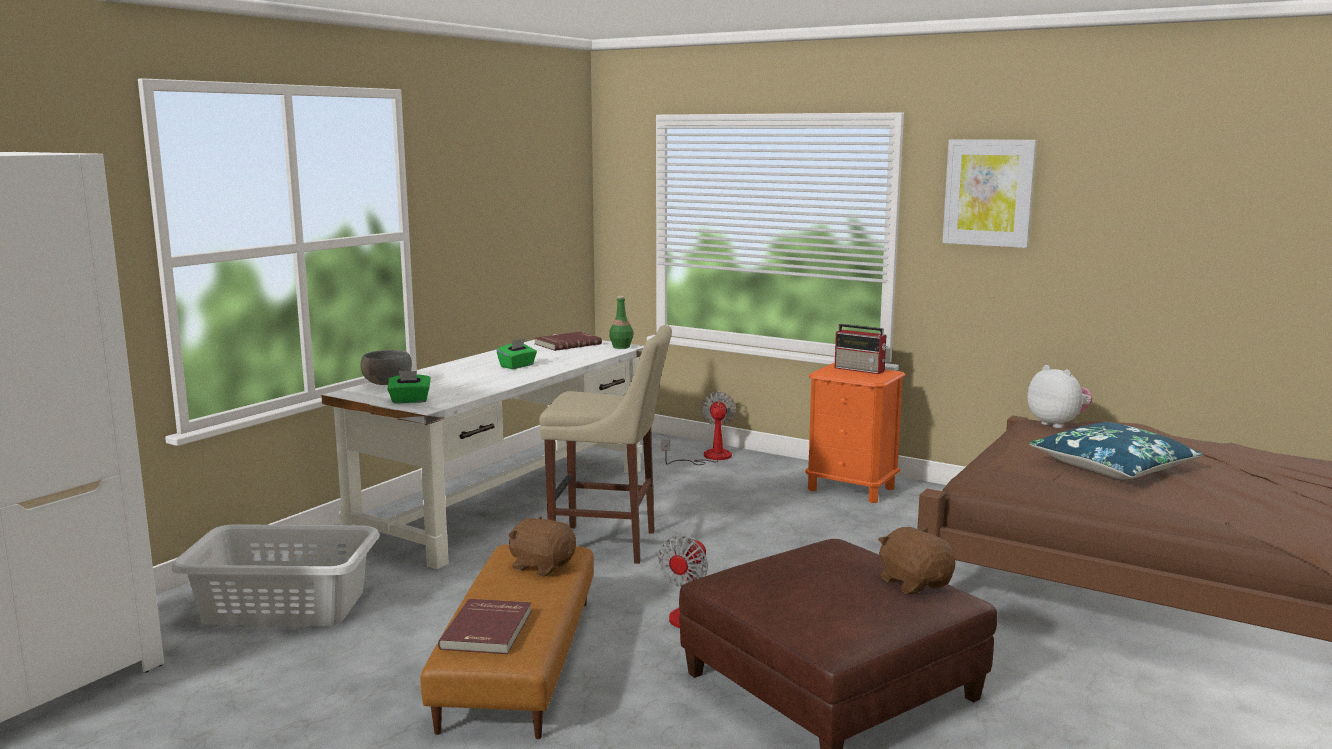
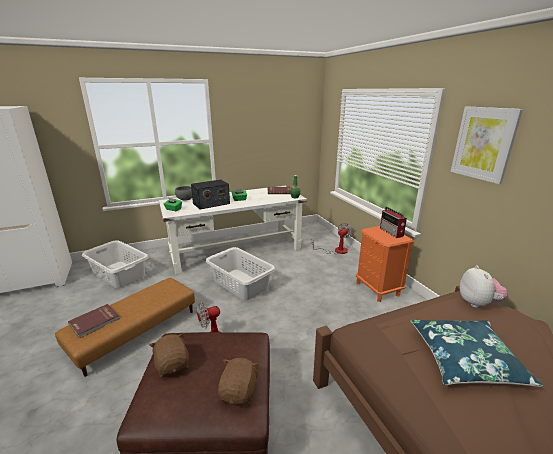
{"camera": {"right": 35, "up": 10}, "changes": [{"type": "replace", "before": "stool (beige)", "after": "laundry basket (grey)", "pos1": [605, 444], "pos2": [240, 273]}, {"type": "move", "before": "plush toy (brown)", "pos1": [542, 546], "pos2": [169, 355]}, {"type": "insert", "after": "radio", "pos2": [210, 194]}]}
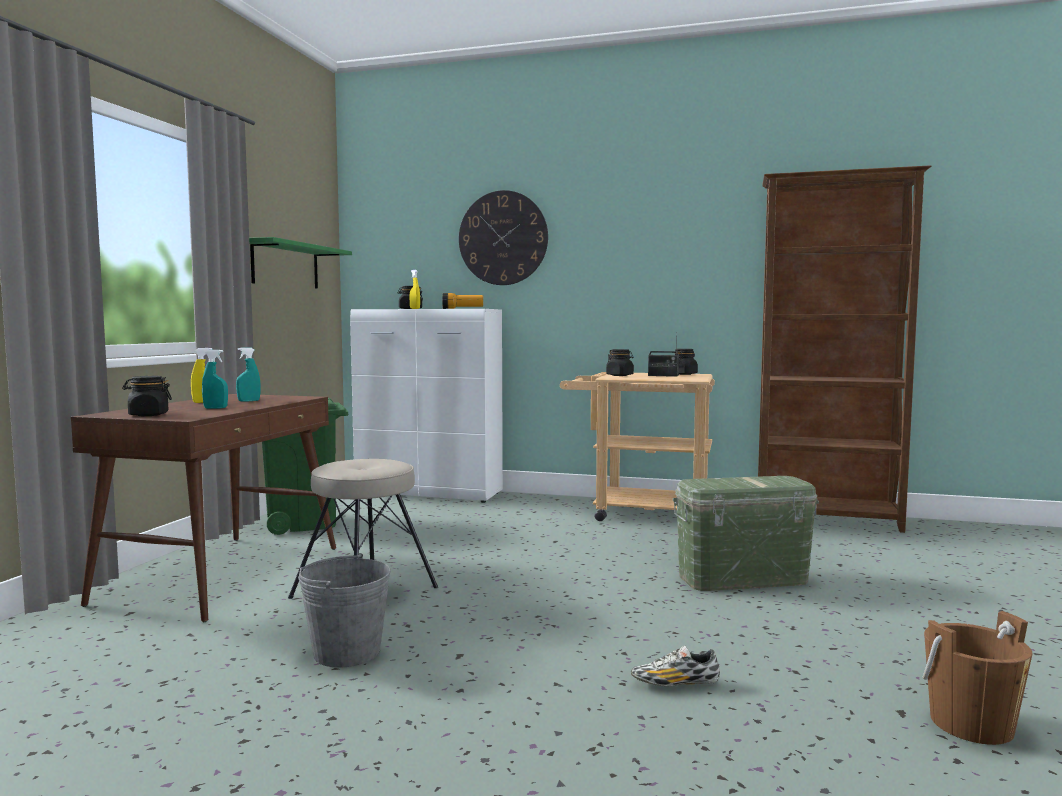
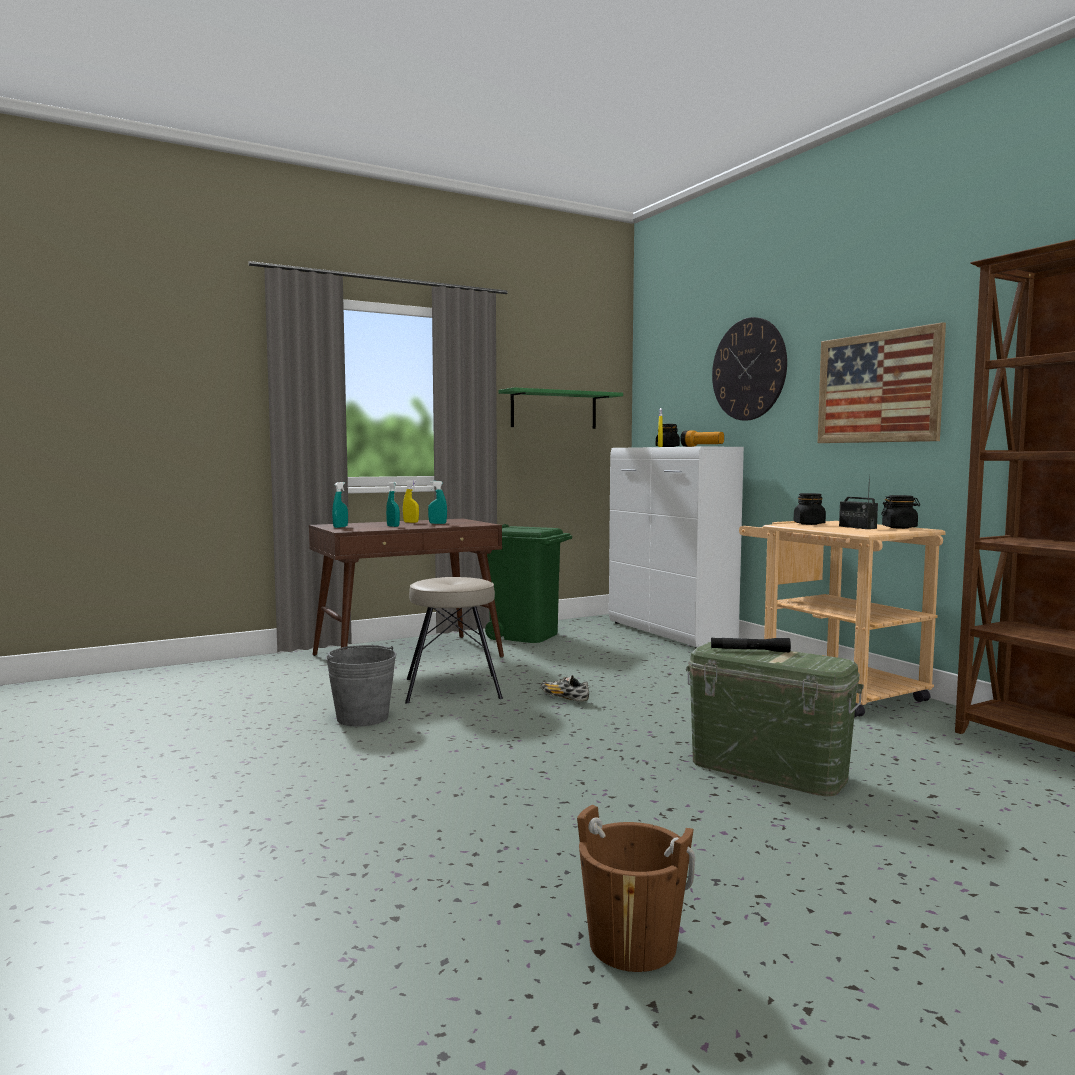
{"camera": {"right": 45, "up": 0}, "changes": [{"type": "replace", "before": "jar (black)", "after": "spray bottle (turquoise)", "pos1": [147, 396], "pos2": [340, 505]}, {"type": "move", "before": "shoe", "pos1": [675, 666], "pos2": [565, 688]}, {"type": "insert", "after": "picture", "pos2": [882, 382]}, {"type": "insert", "after": "flashlight (black)", "pos2": [751, 645]}]}
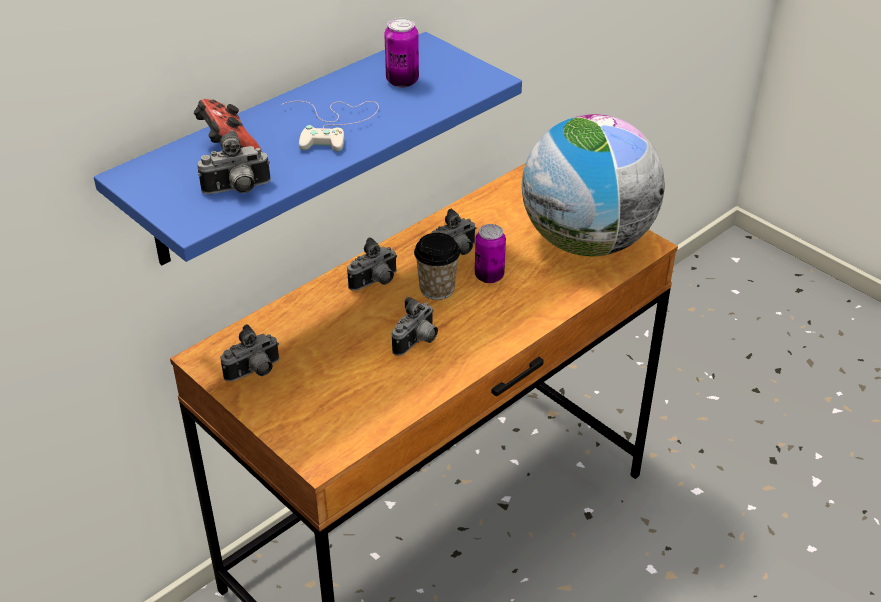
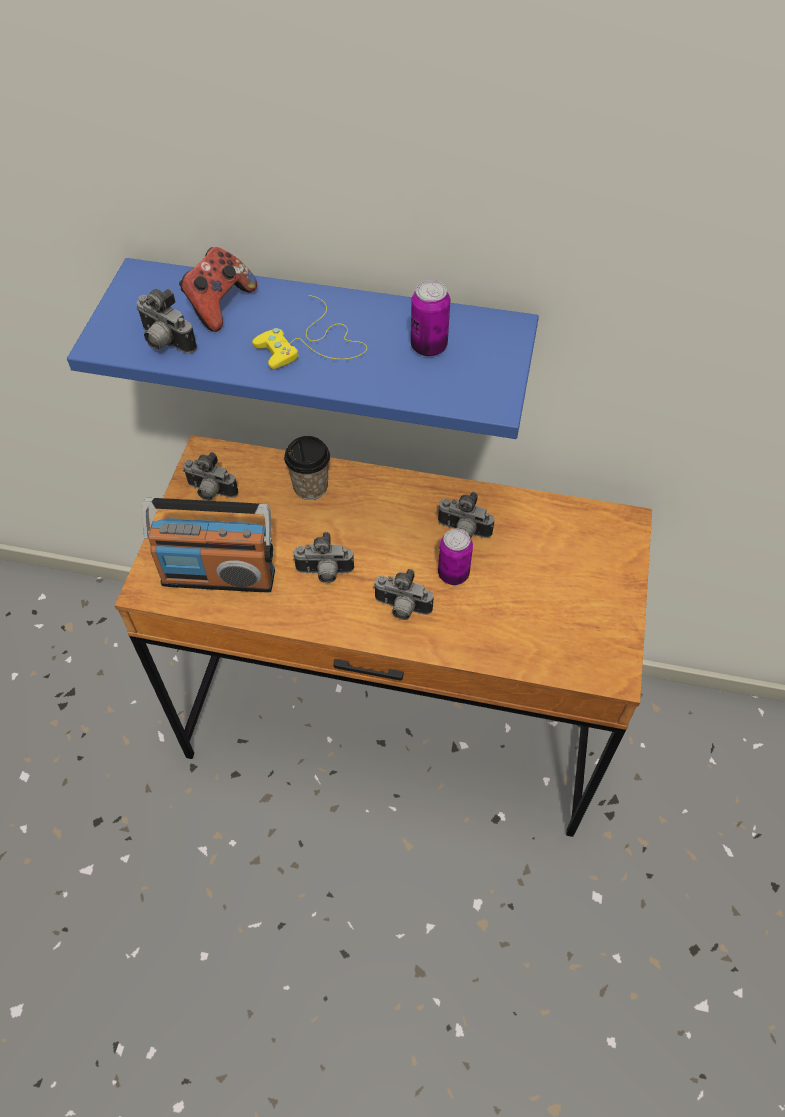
{"camera": {"right": 55, "up": 15}, "changes": [{"type": "recolor", "before": "game controller (white)", "after": "game controller (yellow)", "pos1": [330, 126], "pos2": [309, 332]}, {"type": "delete", "before": "globe", "pos1": [593, 185]}, {"type": "move", "before": "cup", "pos1": [437, 266], "pos2": [307, 468]}, {"type": "move", "before": "photo camera", "pos1": [372, 264], "pos2": [403, 594]}, {"type": "insert", "after": "radio", "pos2": [208, 545]}]}
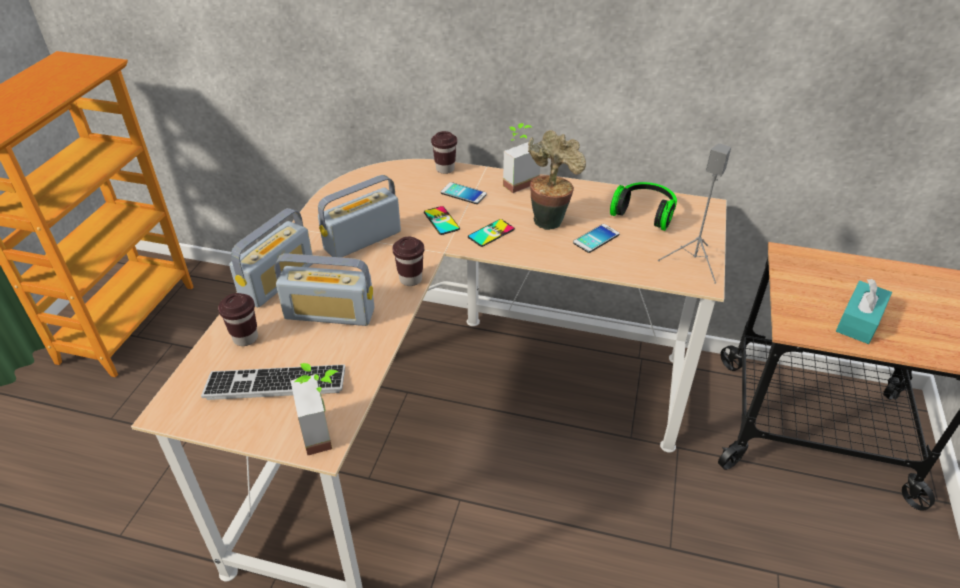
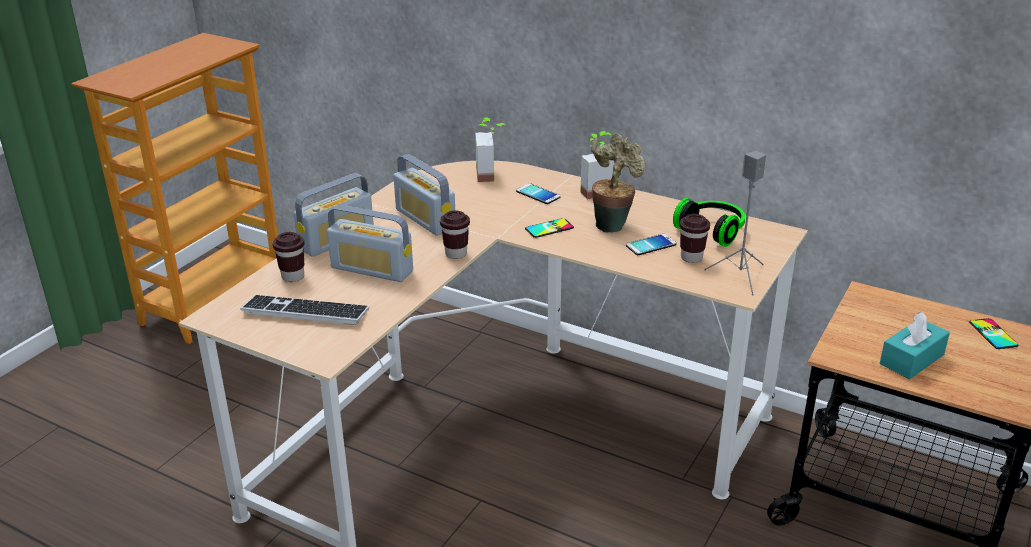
{"camera": {"right": 15, "up": -10}, "changes": [{"type": "move", "before": "cup (brown)", "pos1": [444, 152], "pos2": [694, 238]}, {"type": "rotate", "before": "radio", "pos1": [359, 216], "pos2": [424, 195], "turn": -105}, {"type": "move", "before": "phone", "pos1": [442, 220], "pos2": [994, 333]}, {"type": "move", "before": "potted plant", "pos1": [314, 409], "pos2": [490, 149]}]}
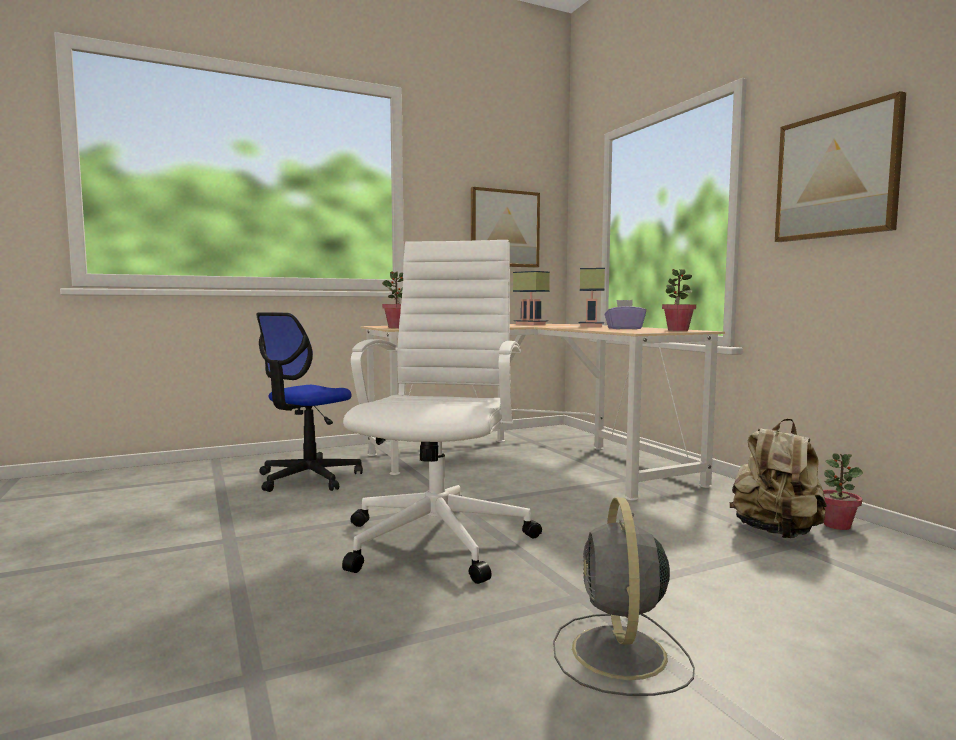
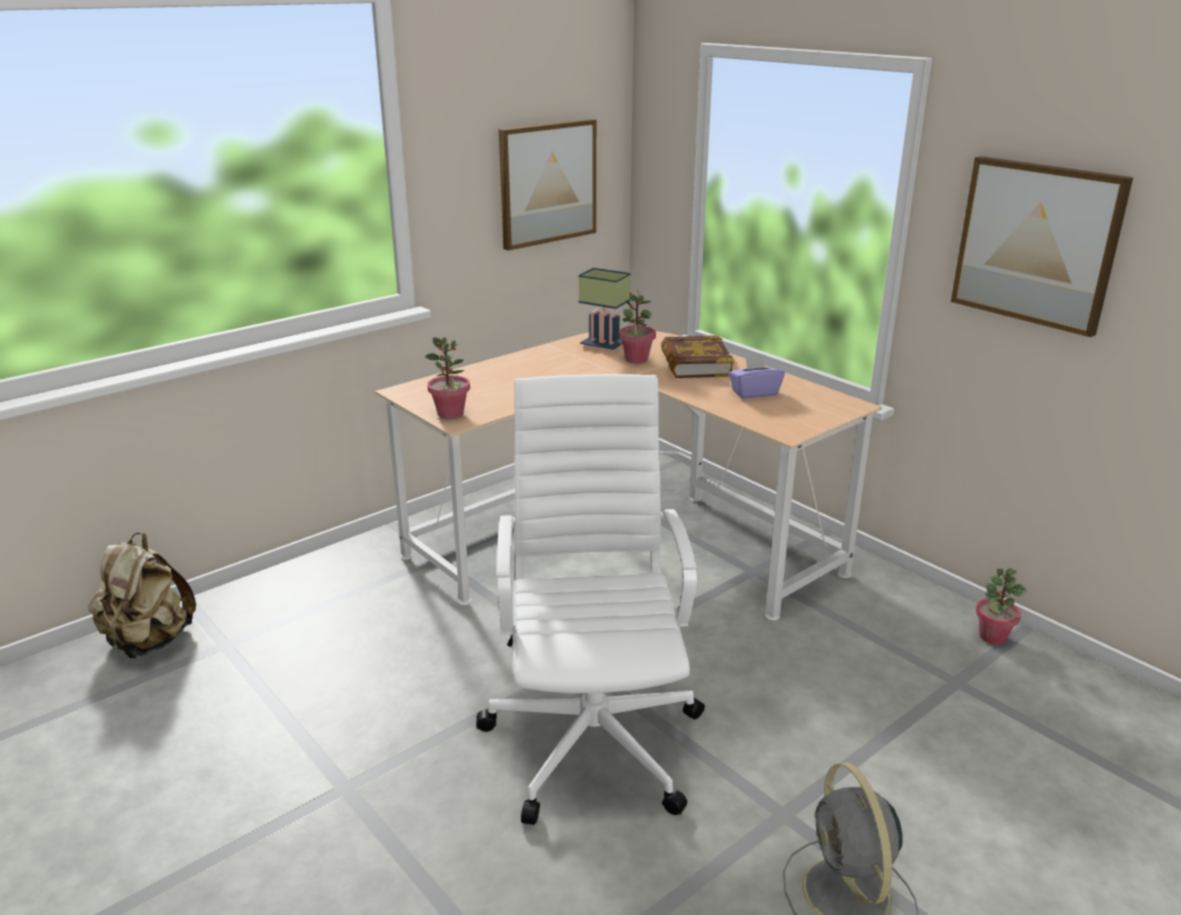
{"camera": {"right": -15, "up": 20}, "changes": [{"type": "replace", "before": "table lamp", "after": "book", "pos1": [592, 297], "pos2": [697, 356]}, {"type": "move", "before": "potted plant", "pos1": [679, 299], "pos2": [637, 326]}, {"type": "delete", "before": "office chair", "pos1": [309, 402]}, {"type": "move", "before": "backpack (beige)", "pos1": [778, 478], "pos2": [142, 595]}]}
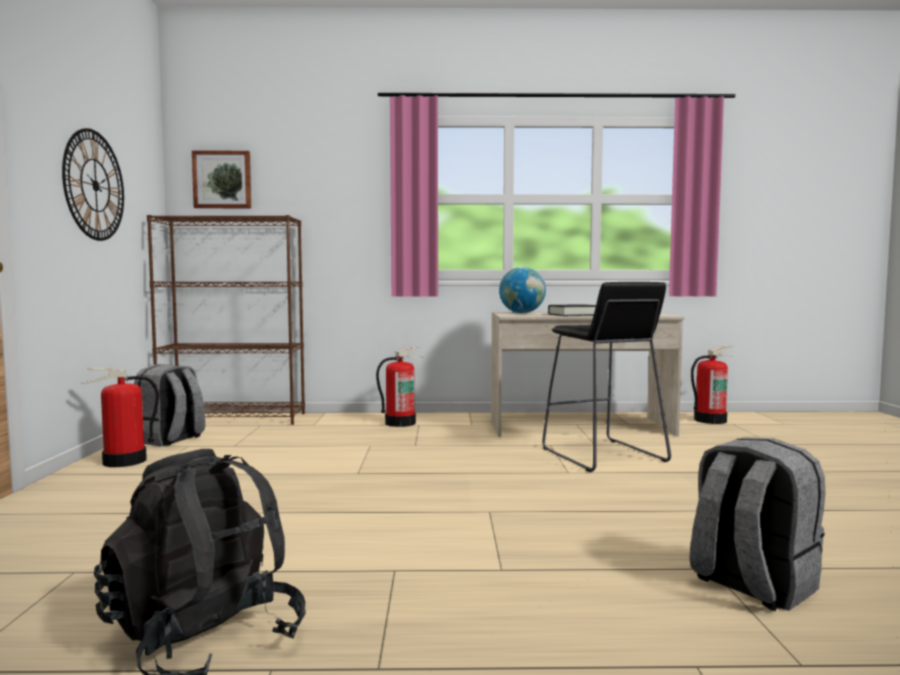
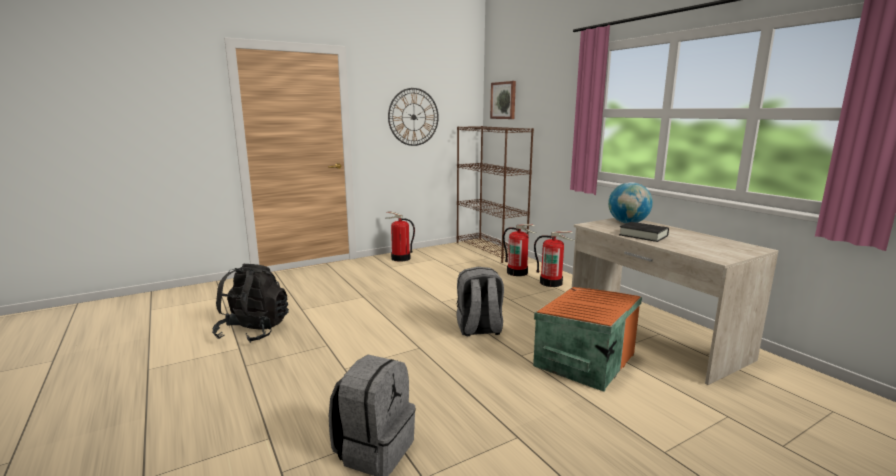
{"camera": {"right": 60, "up": 10}, "changes": [{"type": "replace", "before": "stool (black)", "after": "storage box (orange)", "pos1": [606, 377], "pos2": [587, 339]}, {"type": "move", "before": "fire extinguisher", "pos1": [712, 385], "pos2": [519, 250]}, {"type": "move", "before": "backpack (grey)", "pos1": [169, 405], "pos2": [480, 301]}]}
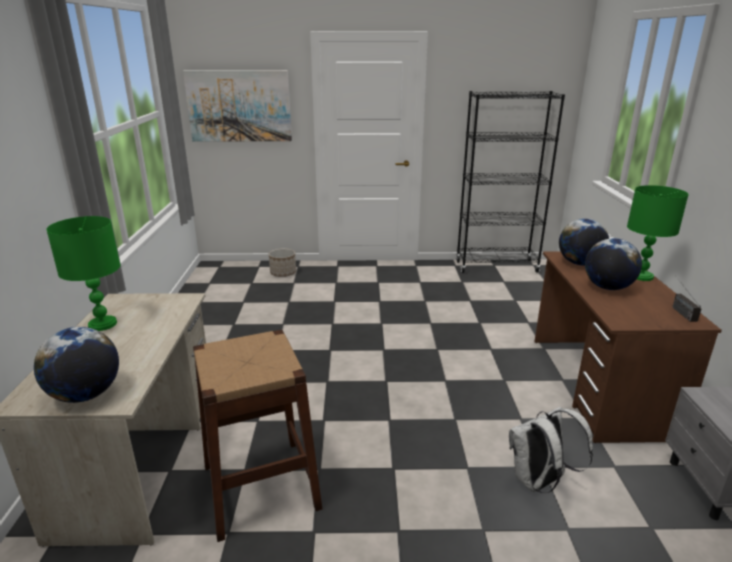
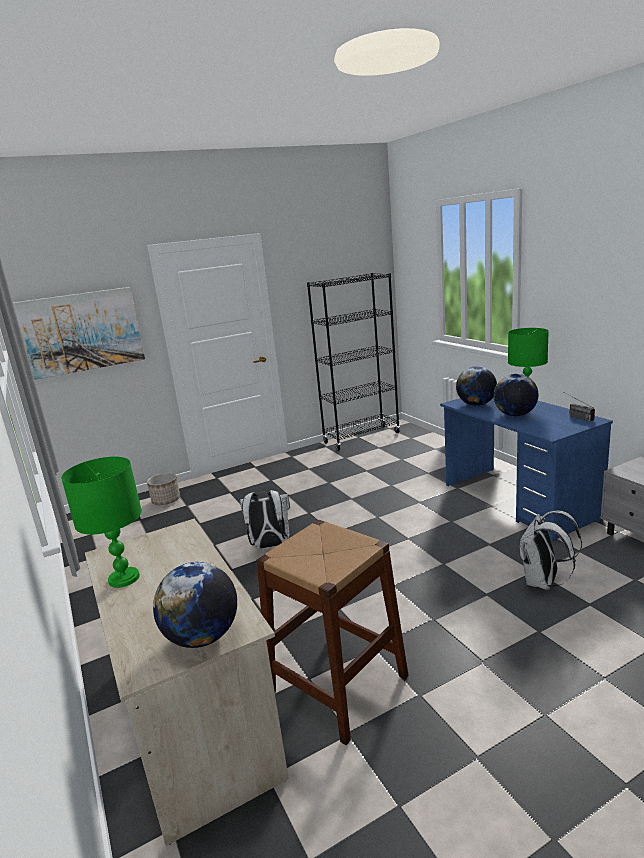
{"camera": {"right": -25, "up": -5}, "changes": [{"type": "recolor", "before": "desk (brown)", "after": "desk (blue)", "pos1": [628, 347], "pos2": [526, 469]}, {"type": "insert", "after": "backpack (white)", "pos2": [265, 519]}]}
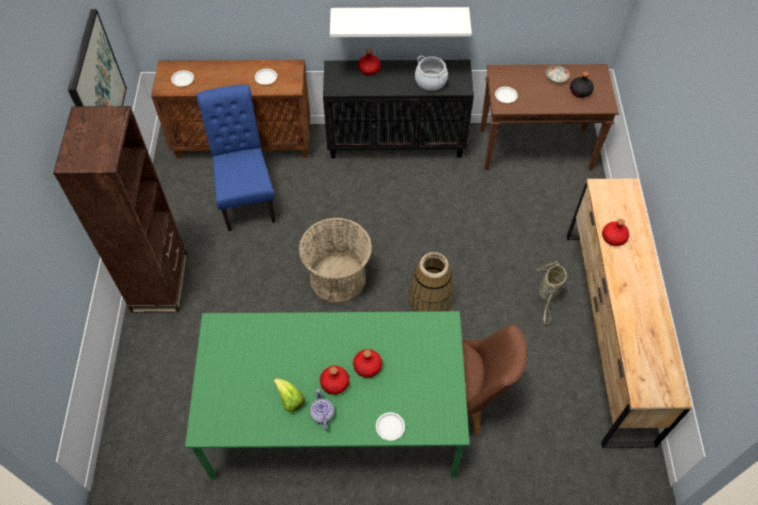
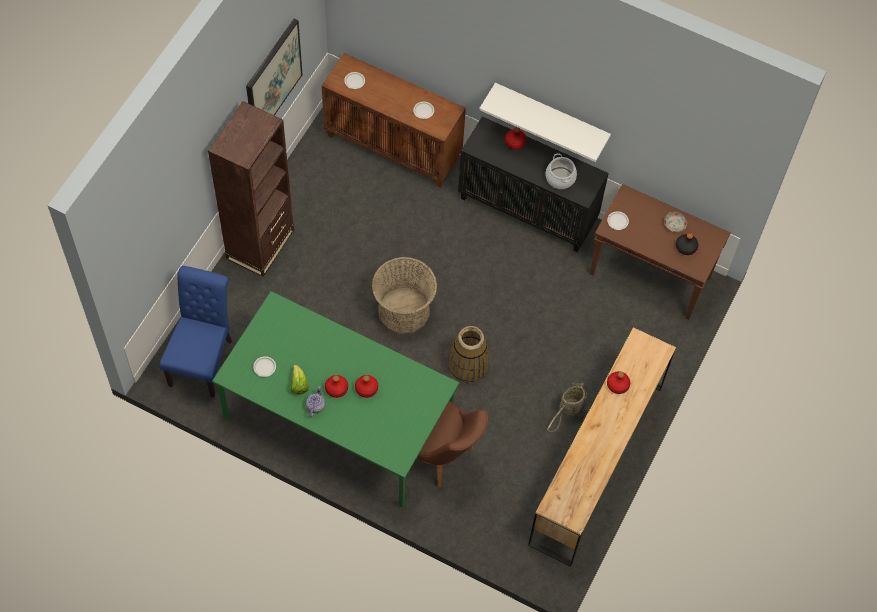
{"camera": {"right": 25, "up": 5}, "changes": [{"type": "move", "before": "chair (blue)", "pos1": [236, 157], "pos2": [195, 332]}, {"type": "move", "before": "plate (white)", "pos1": [390, 426], "pos2": [264, 366]}]}
